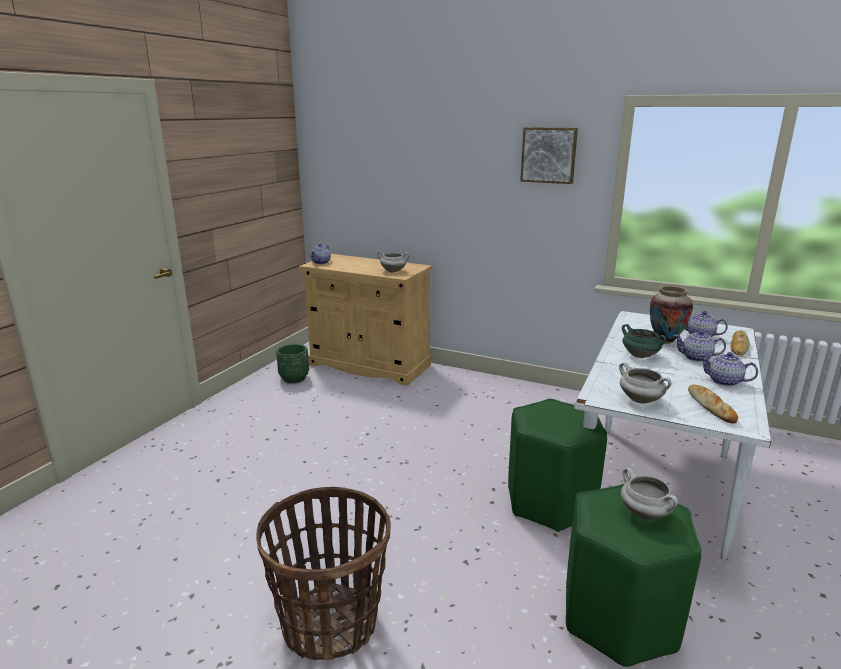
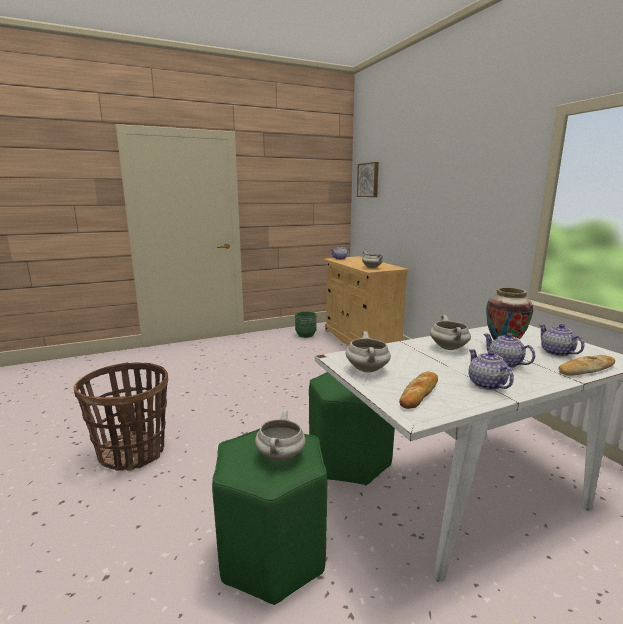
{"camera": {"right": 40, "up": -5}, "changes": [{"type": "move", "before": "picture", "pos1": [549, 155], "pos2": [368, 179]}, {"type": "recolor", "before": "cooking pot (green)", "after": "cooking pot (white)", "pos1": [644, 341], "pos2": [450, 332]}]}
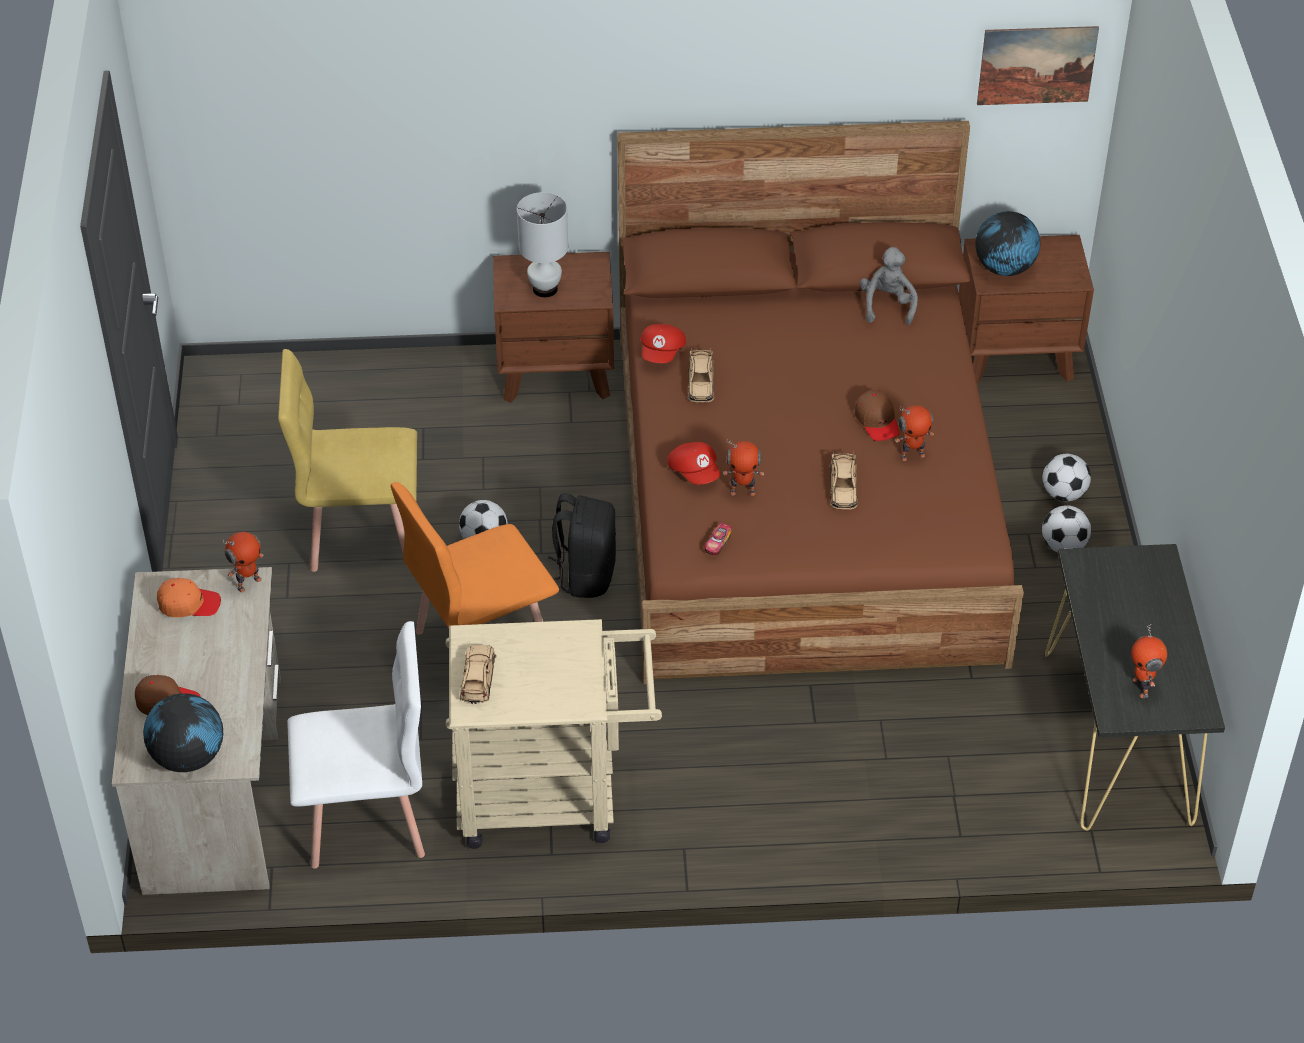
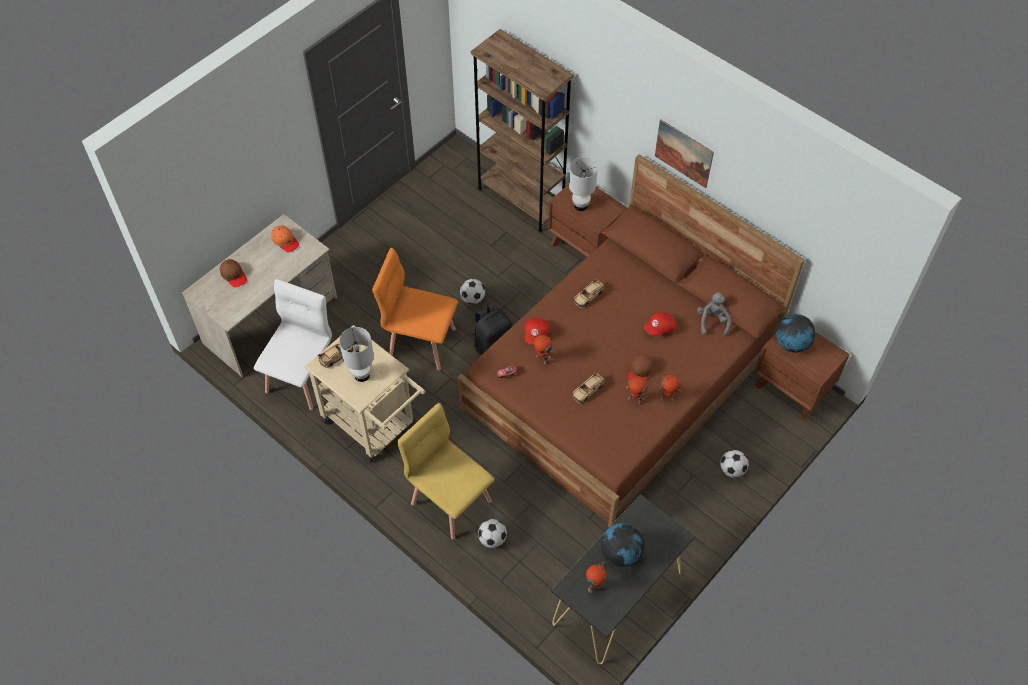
{"camera": {"right": 45, "up": 10}, "changes": [{"type": "move", "before": "picture", "pos1": [1038, 65], "pos2": [684, 154]}, {"type": "rotate", "before": "plush toy (grey)", "pos1": [889, 286], "pos2": [714, 313], "turn": -45}, {"type": "move", "before": "cap (red)", "pos1": [663, 343], "pos2": [660, 324]}, {"type": "move", "before": "chair (yellow)", "pos1": [347, 460], "pos2": [445, 471]}, {"type": "move", "before": "football", "pos1": [1066, 528], "pos2": [492, 533]}, {"type": "move", "before": "toy robot", "pos1": [243, 562], "pos2": [669, 388]}, {"type": "rotate", "before": "chair (white)", "pos1": [356, 745], "pos2": [293, 344], "turn": -105}, {"type": "move", "before": "globe", "pos1": [183, 732], "pos2": [622, 545]}, {"type": "insert", "after": "bookcase (brown)", "pos2": [522, 131]}, {"type": "insert", "after": "table lamp (white)", "pos2": [356, 354]}]}
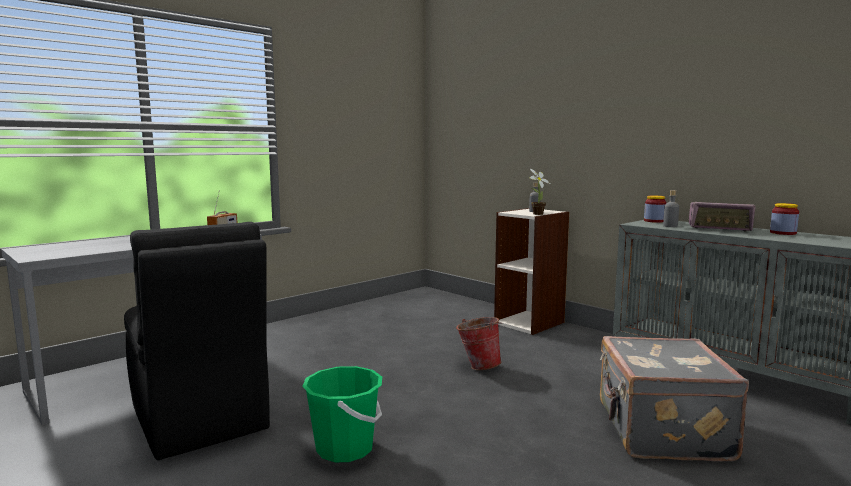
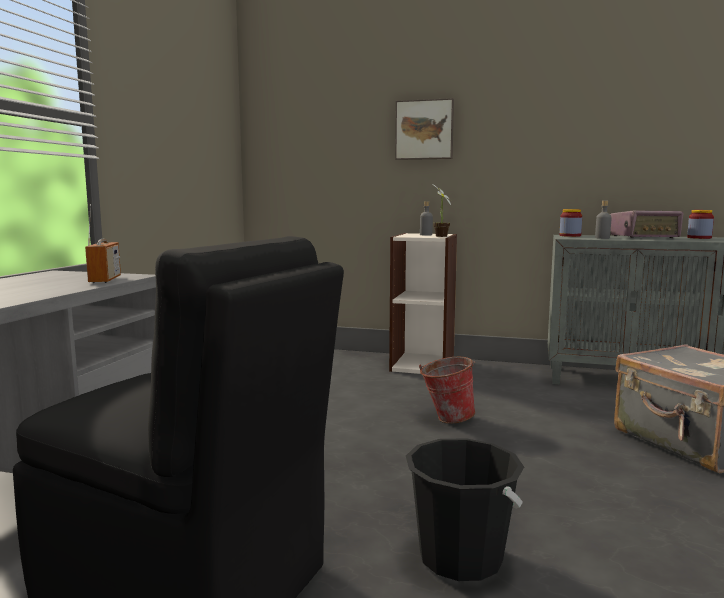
{"camera": {"right": -30, "up": 0}, "changes": [{"type": "recolor", "before": "bucket (green)", "after": "bucket (black)", "pos1": [342, 414], "pos2": [465, 509]}, {"type": "insert", "after": "picture", "pos2": [424, 129]}]}
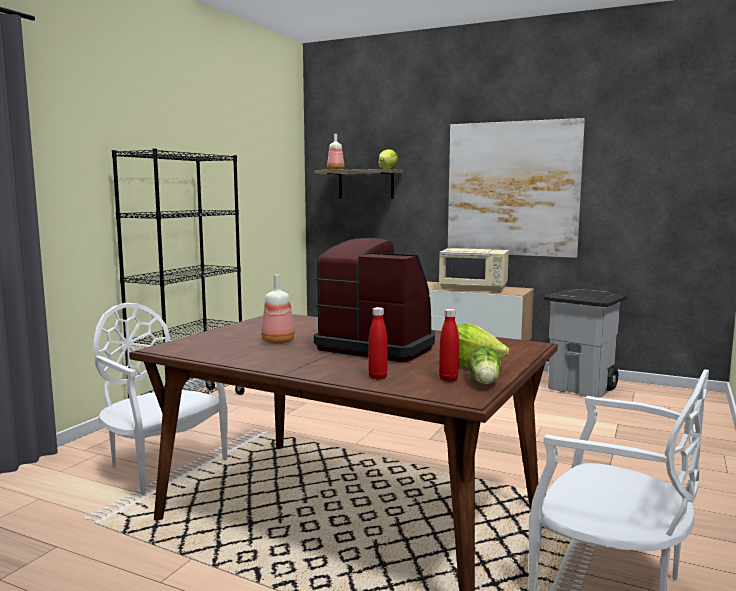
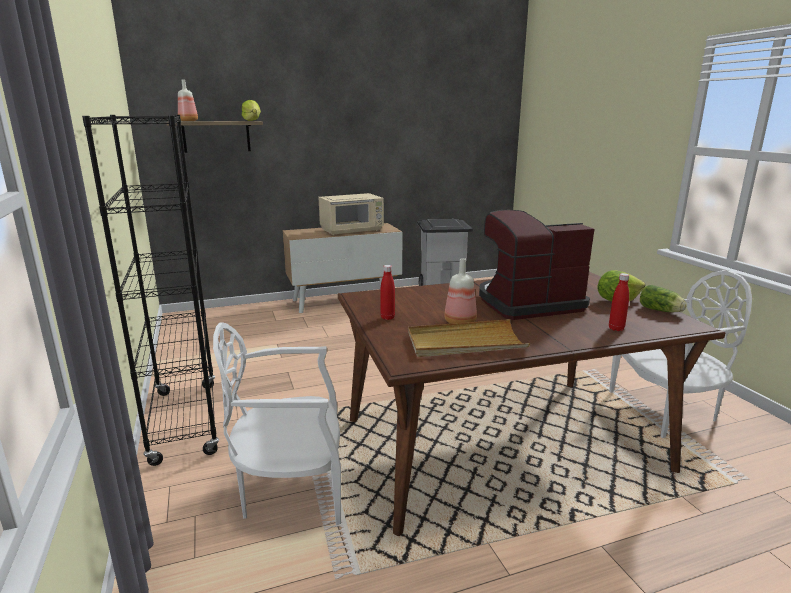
{"camera": {"right": -45, "up": 10}, "changes": [{"type": "delete", "before": "picture", "pos1": [516, 188]}, {"type": "move", "before": "bottle (red)", "pos1": [449, 345], "pos2": [387, 292]}, {"type": "insert", "after": "tray (beige)", "pos2": [469, 338]}]}
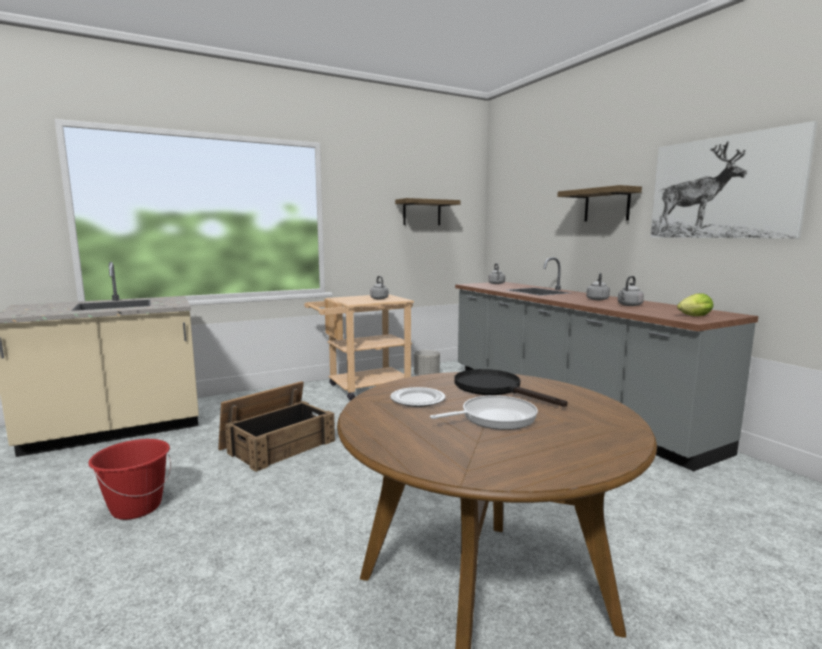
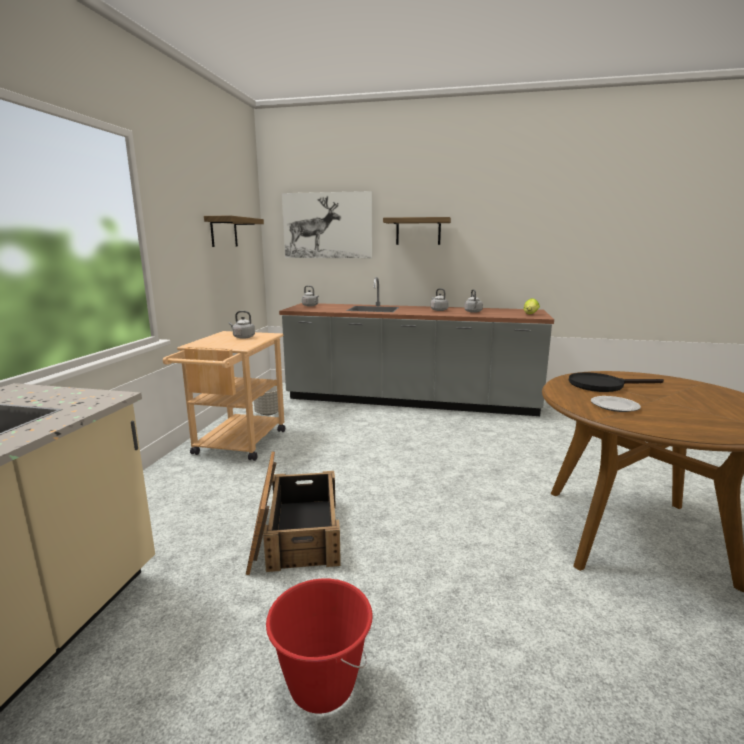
{"camera": {"right": -50, "up": 5}, "changes": [{"type": "move", "before": "picture", "pos1": [733, 180], "pos2": [327, 224]}, {"type": "delete", "before": "frying pan", "pos1": [484, 412]}]}
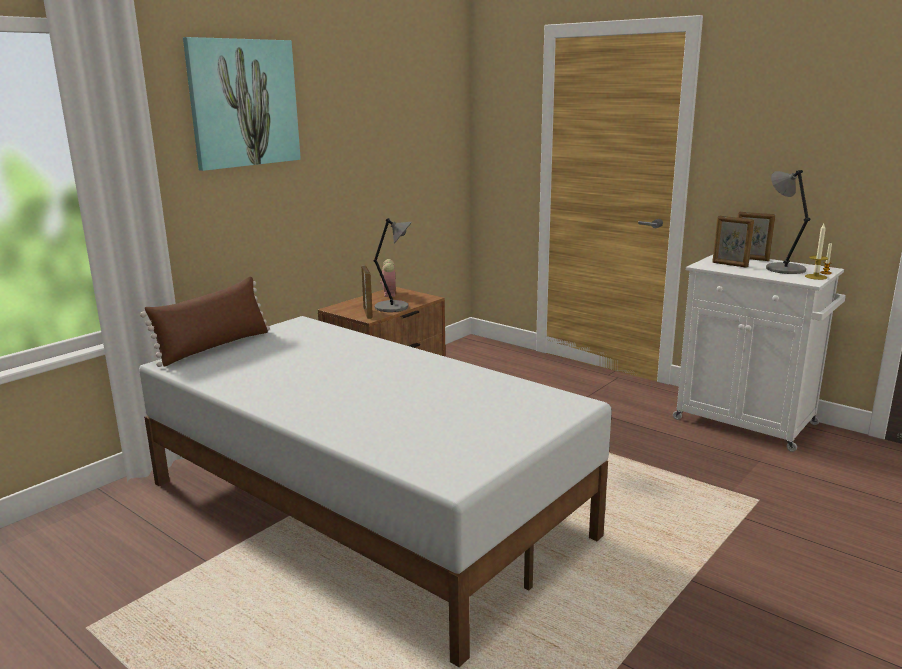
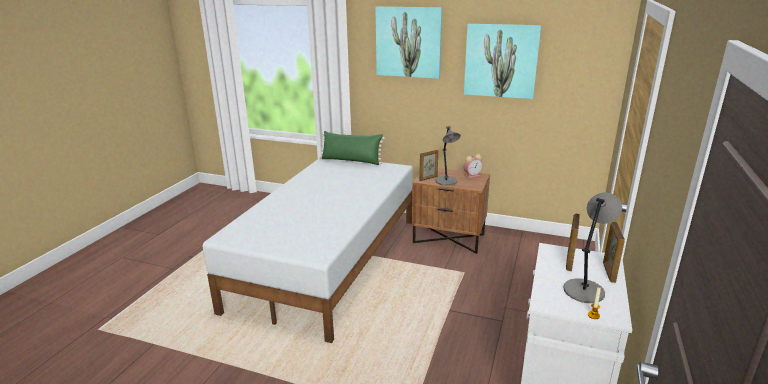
{"camera": {"right": 70, "up": 5}, "changes": [{"type": "delete", "before": "candle", "pos1": [816, 252]}, {"type": "recolor", "before": "pillow (brown)", "after": "pillow (green)", "pos1": [205, 322], "pos2": [352, 148]}, {"type": "insert", "after": "picture", "pos2": [503, 61]}]}
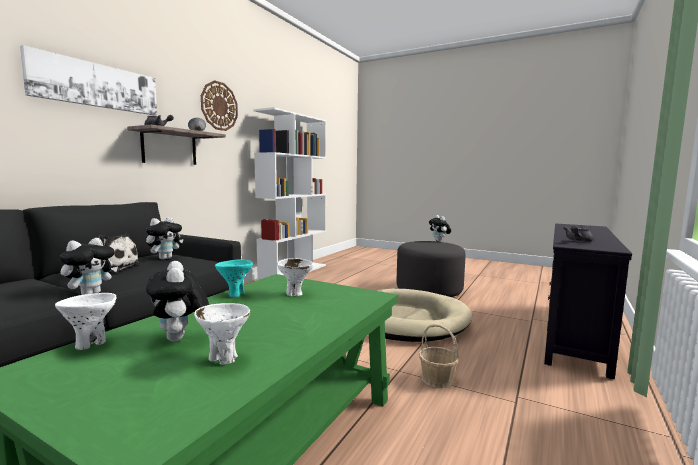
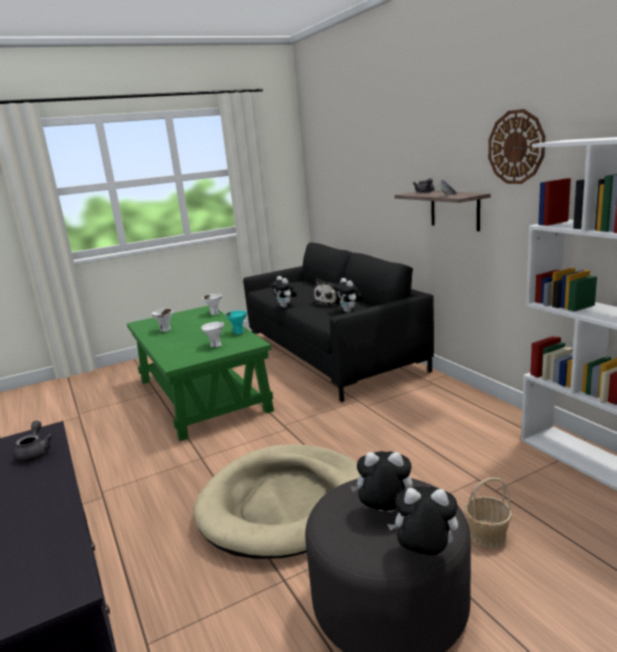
{"camera": {"right": 125, "up": 10}, "changes": [{"type": "delete", "before": "picture", "pos1": [88, 80]}, {"type": "move", "before": "plush toy", "pos1": [177, 301], "pos2": [381, 481]}, {"type": "move", "before": "basket", "pos1": [439, 356], "pos2": [488, 512]}]}
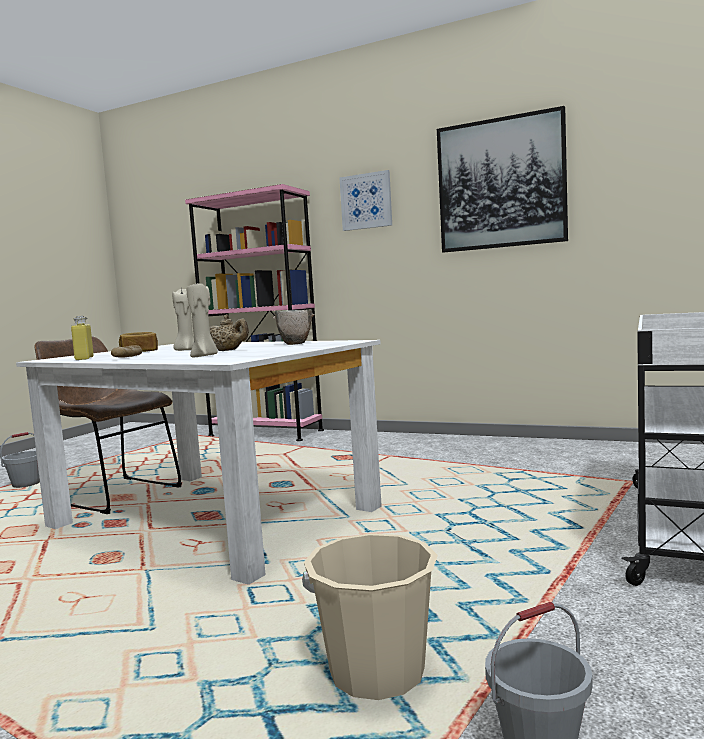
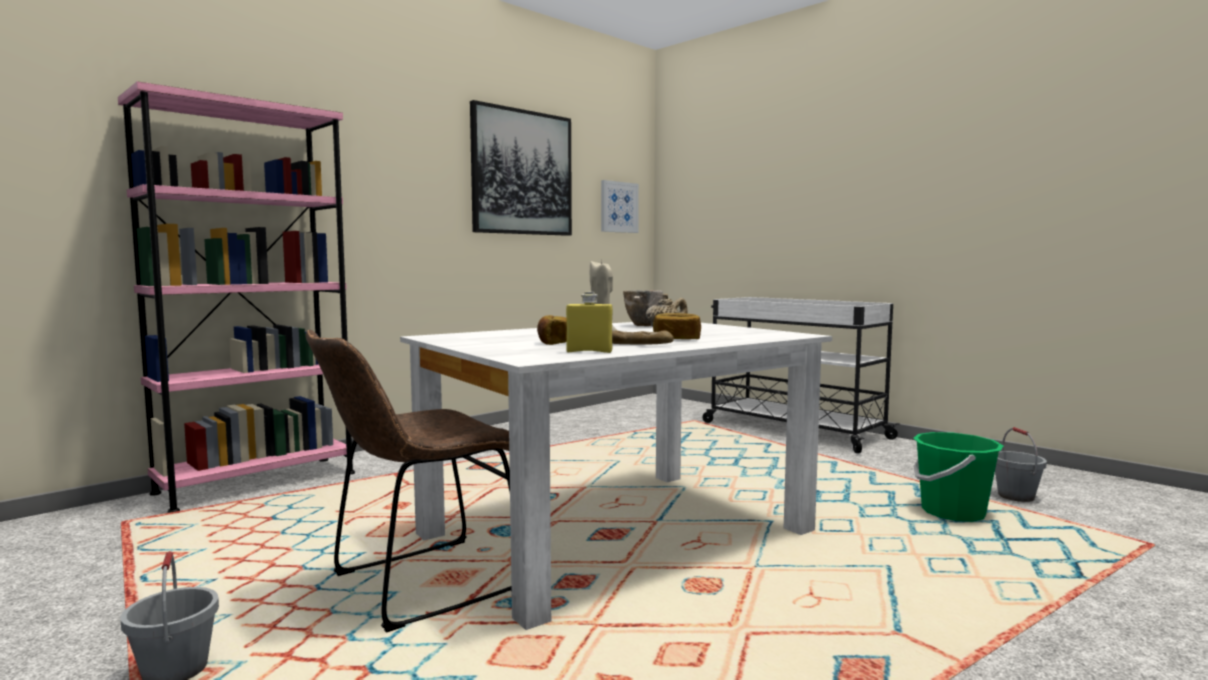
{"camera": {"right": -70, "up": 0}, "changes": [{"type": "move", "before": "picture", "pos1": [366, 200], "pos2": [620, 206]}, {"type": "delete", "before": "candle (beige)", "pos1": [202, 320]}, {"type": "recolor", "before": "bucket (beige)", "after": "bucket (green)", "pos1": [370, 617], "pos2": [958, 477]}, {"type": "insert", "after": "bread", "pos2": [677, 326]}]}
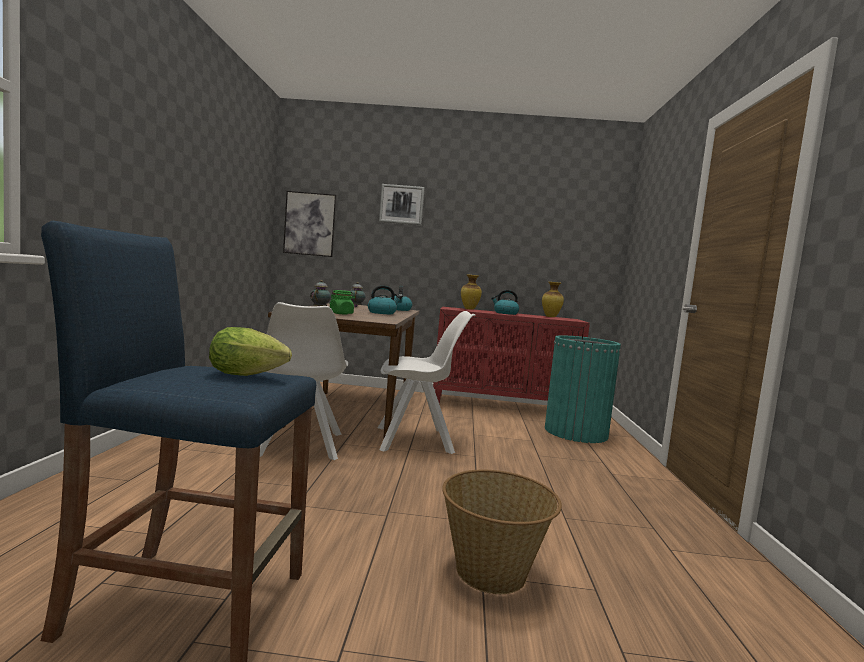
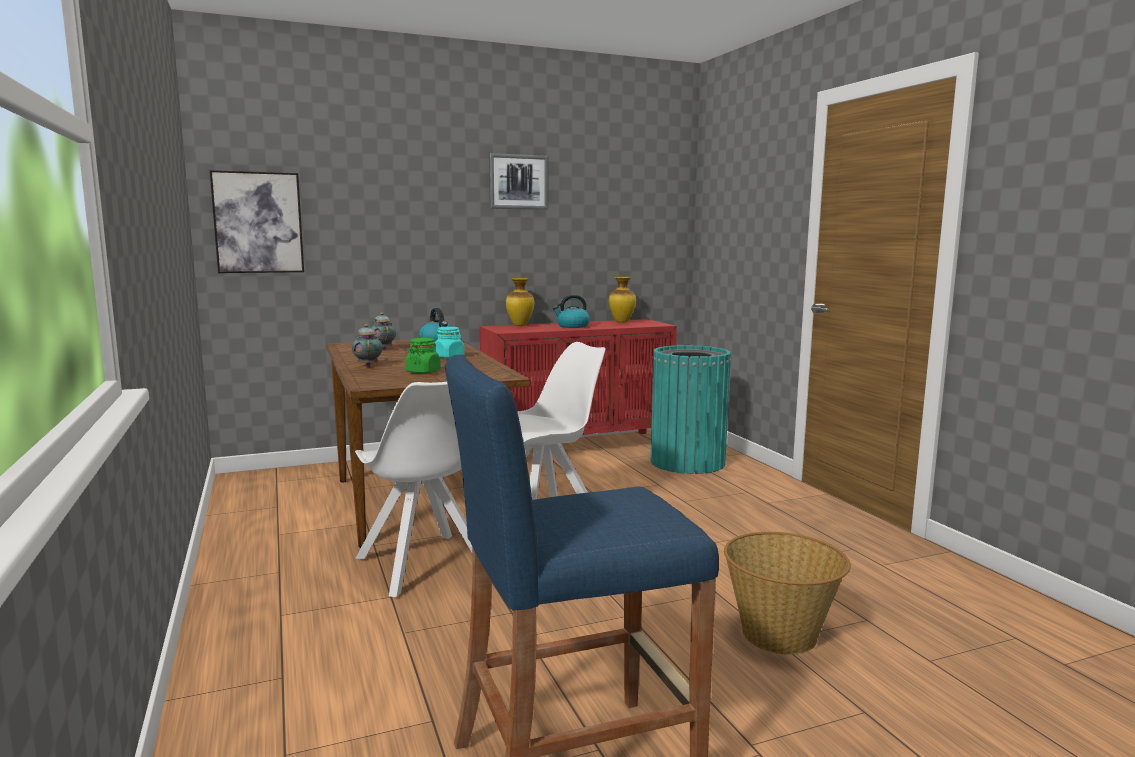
{"camera": {"right": -25, "up": 5}, "changes": [{"type": "move", "before": "picture", "pos1": [402, 204], "pos2": [518, 181]}, {"type": "replace", "before": "kettle", "after": "jar (turquoise)", "pos1": [384, 299], "pos2": [449, 342]}, {"type": "delete", "before": "lettuce", "pos1": [250, 351]}]}
